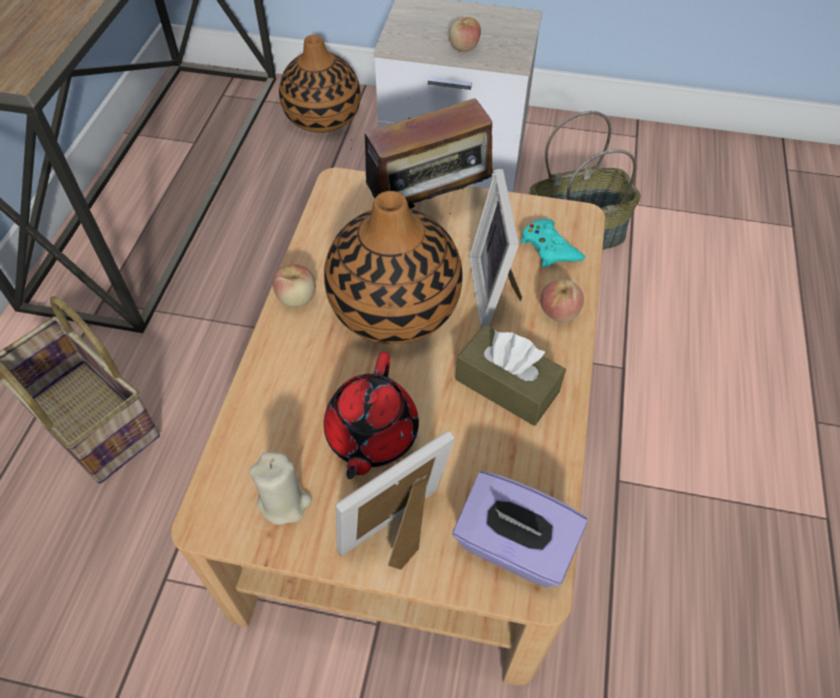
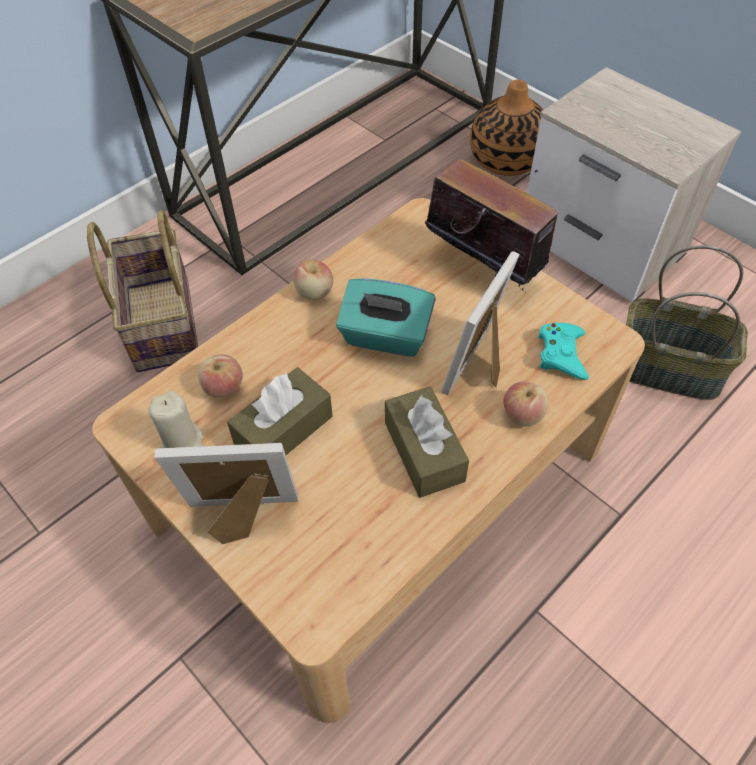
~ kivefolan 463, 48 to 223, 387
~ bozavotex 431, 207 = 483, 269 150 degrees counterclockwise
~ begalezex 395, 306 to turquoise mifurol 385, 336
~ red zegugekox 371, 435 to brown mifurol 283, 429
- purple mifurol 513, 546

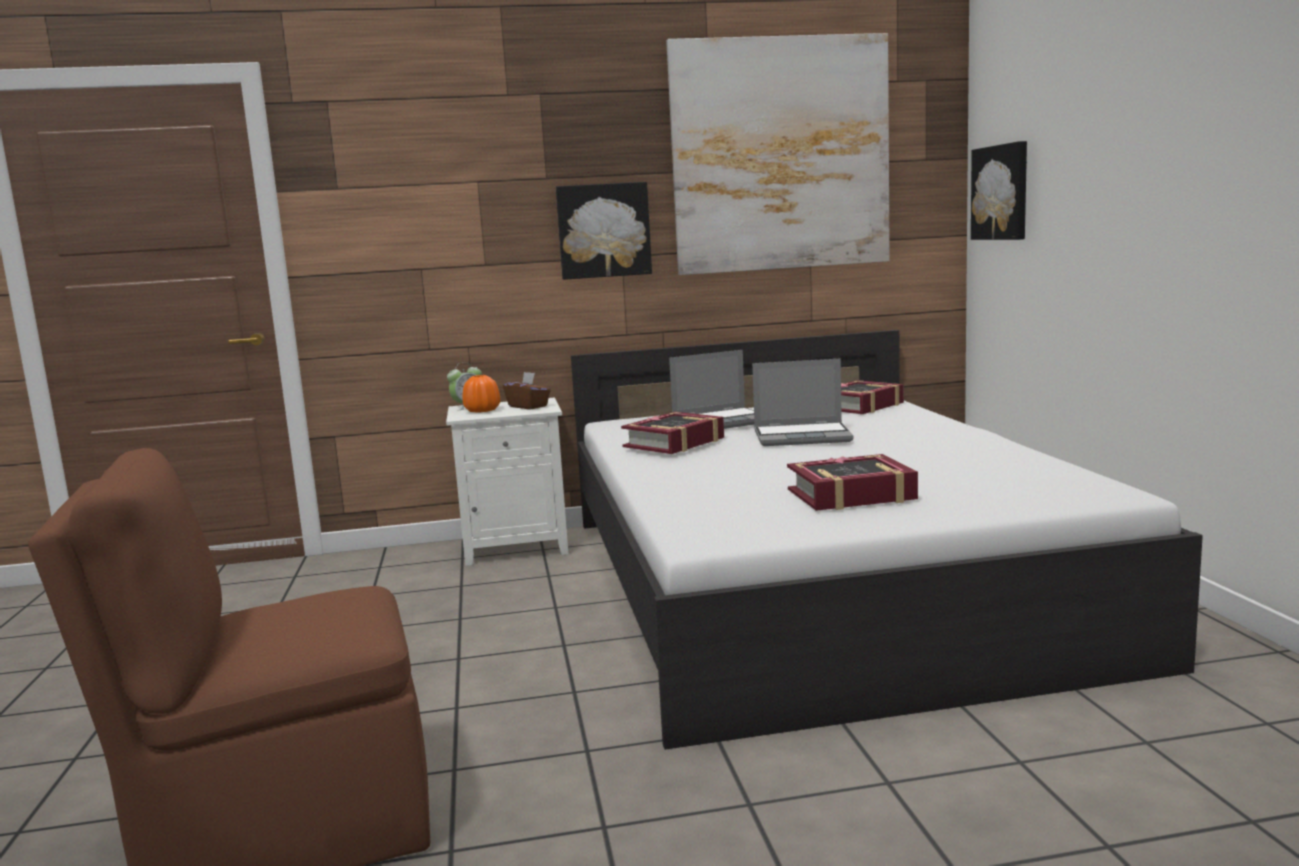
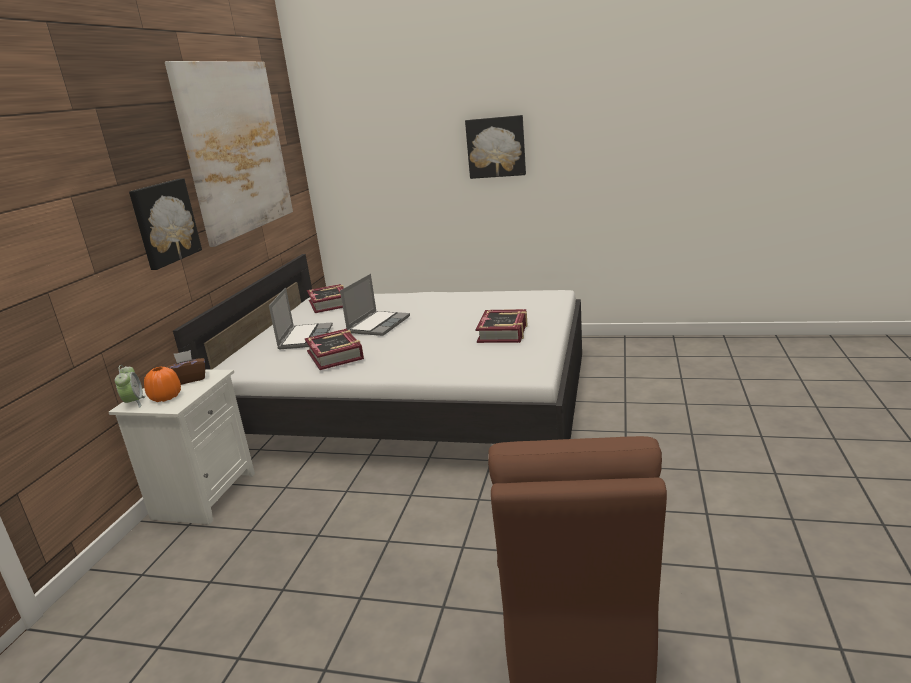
~ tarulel 1002, 192 to 496, 147

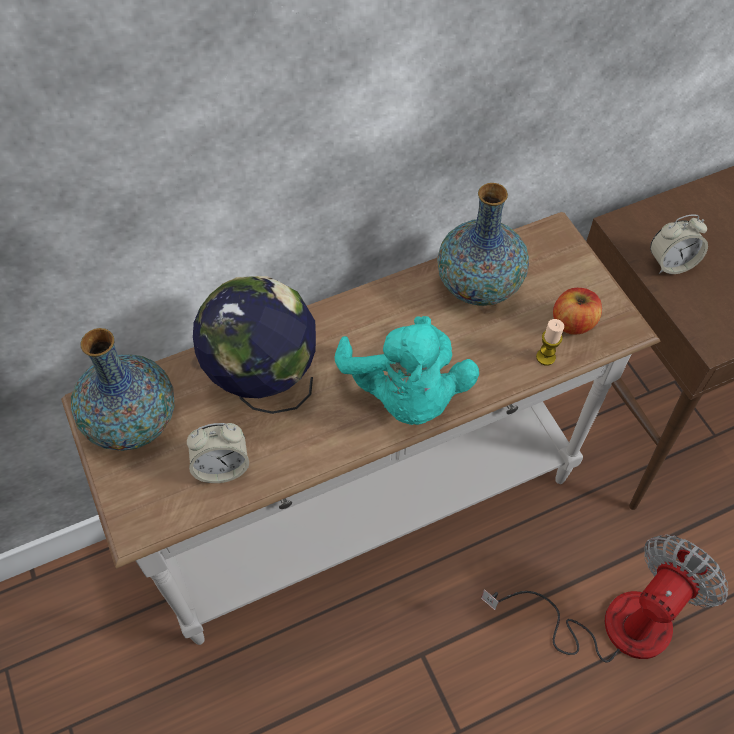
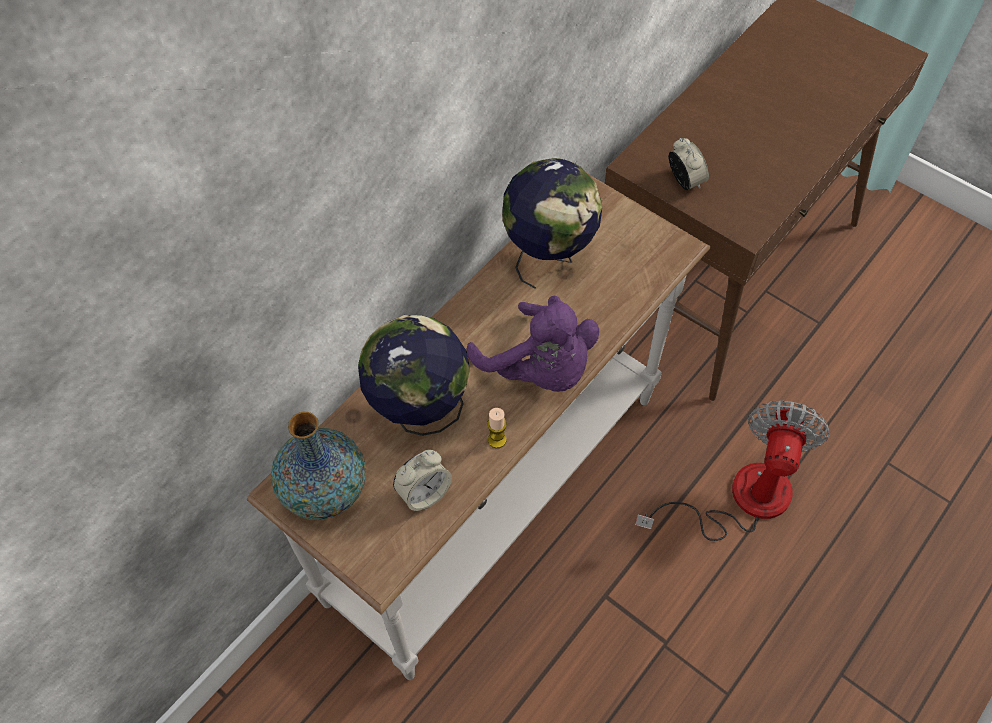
~ begalezex 478, 284 to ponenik 549, 257
~ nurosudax 671, 263 = 685, 181 75 degrees counterclockwise
- kivefolan 572, 322
~ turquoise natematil 405, 393 to purple natematil 539, 369
~ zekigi 545, 357 to 497, 440

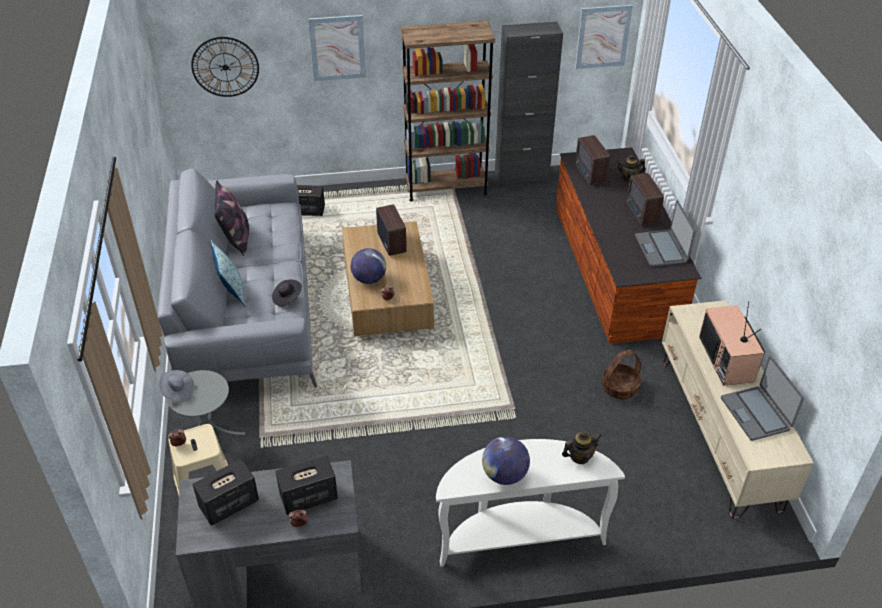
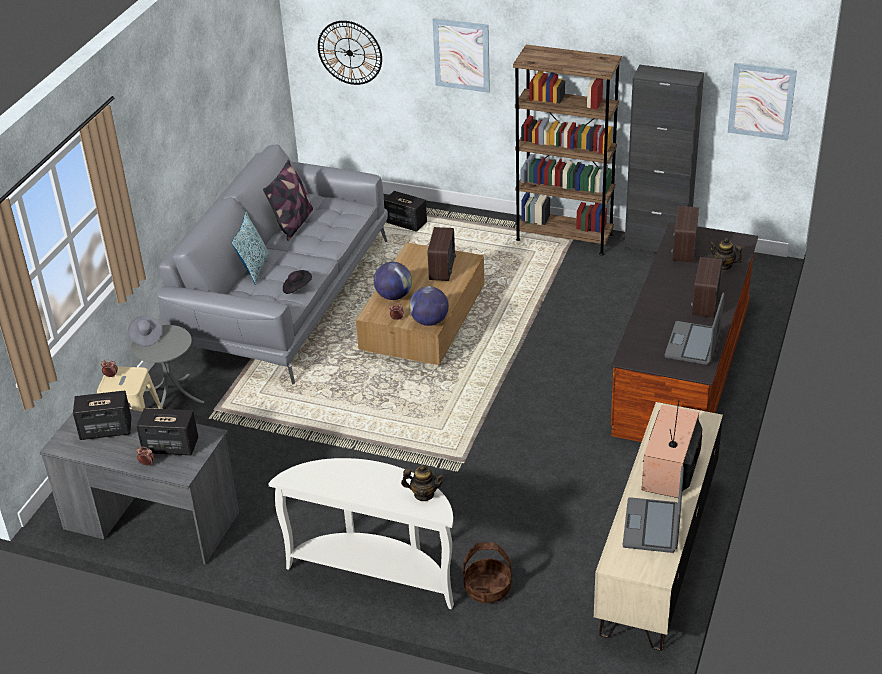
~ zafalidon 619, 388 to 487, 588
~ ponenik 504, 475 to 429, 321

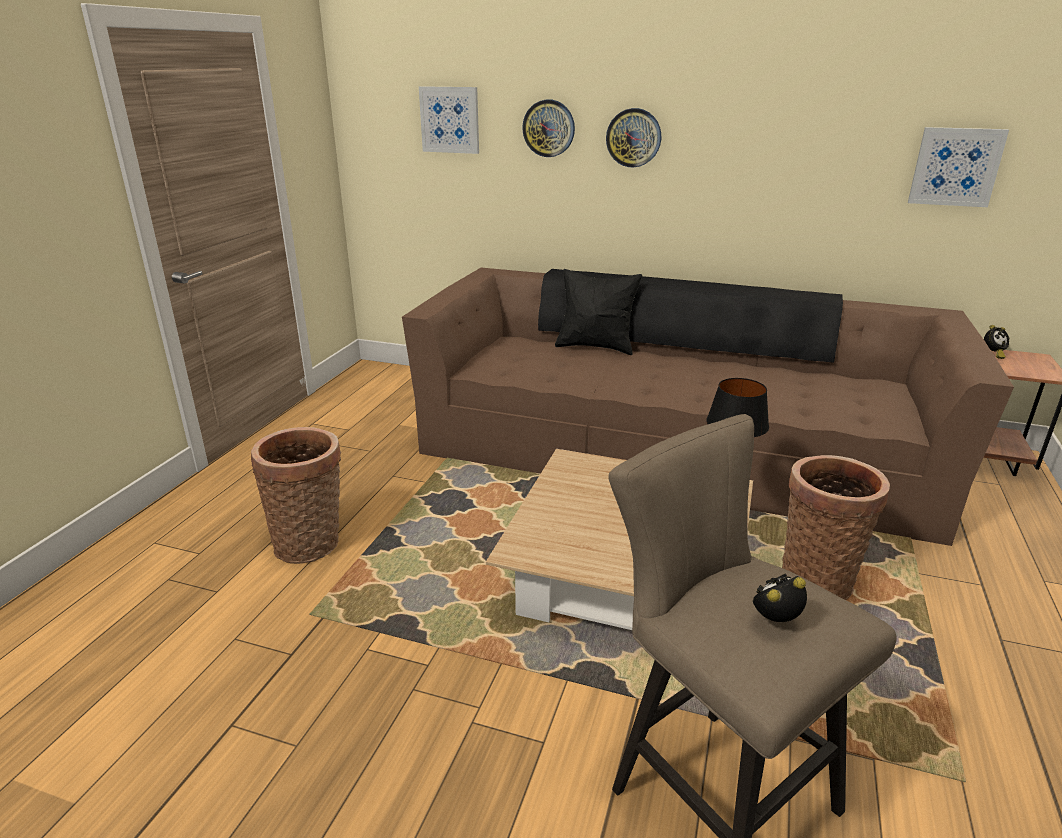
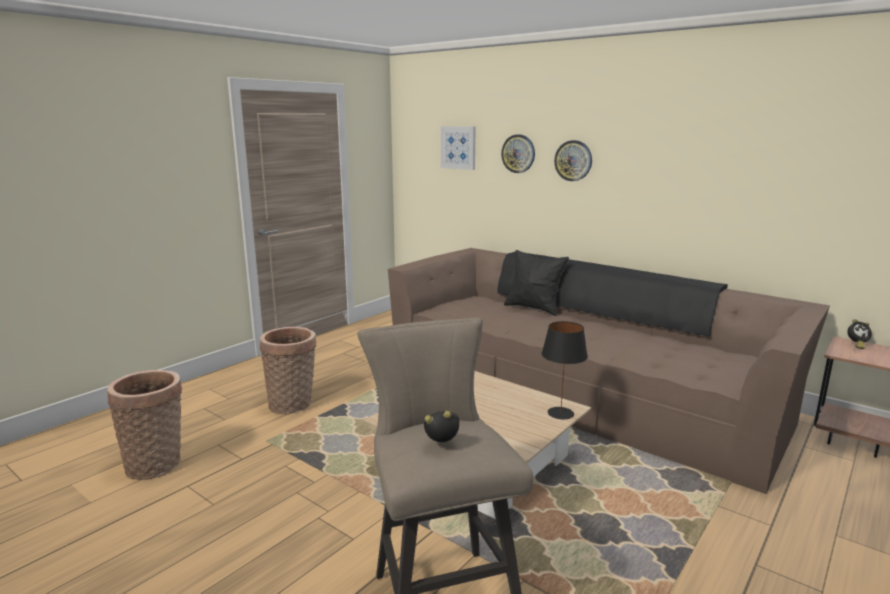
- tarulel 955, 167
~ zafalidon 817, 579 to 157, 464

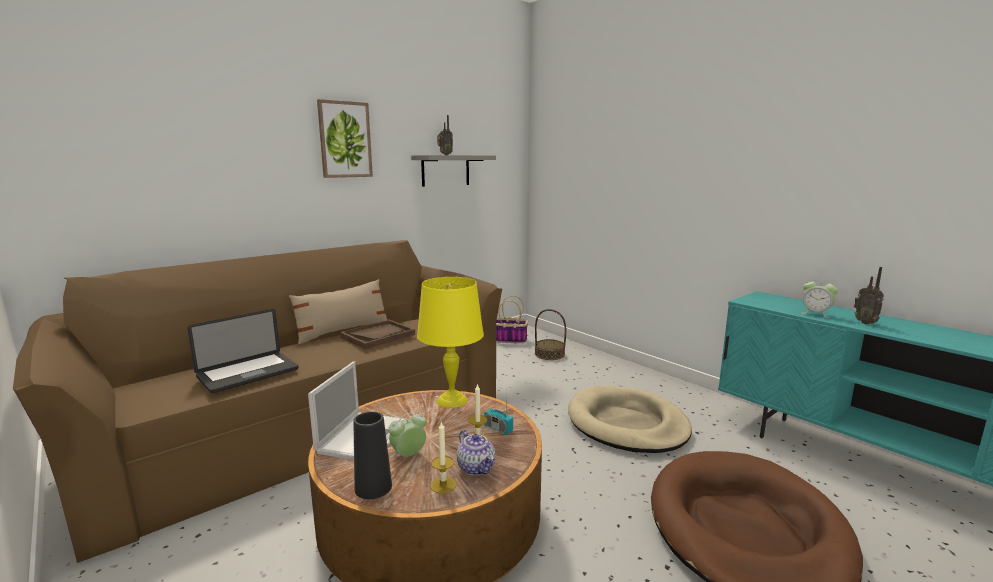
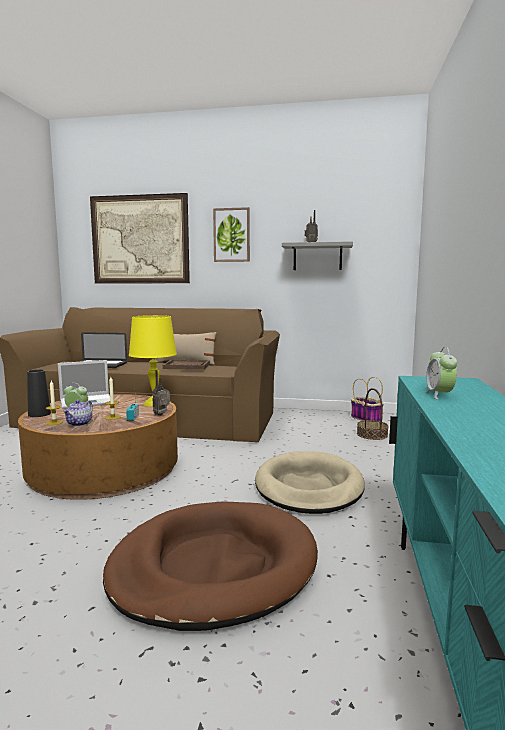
~ bozavotex 865, 322 to 162, 415
+ tarulel 140, 239

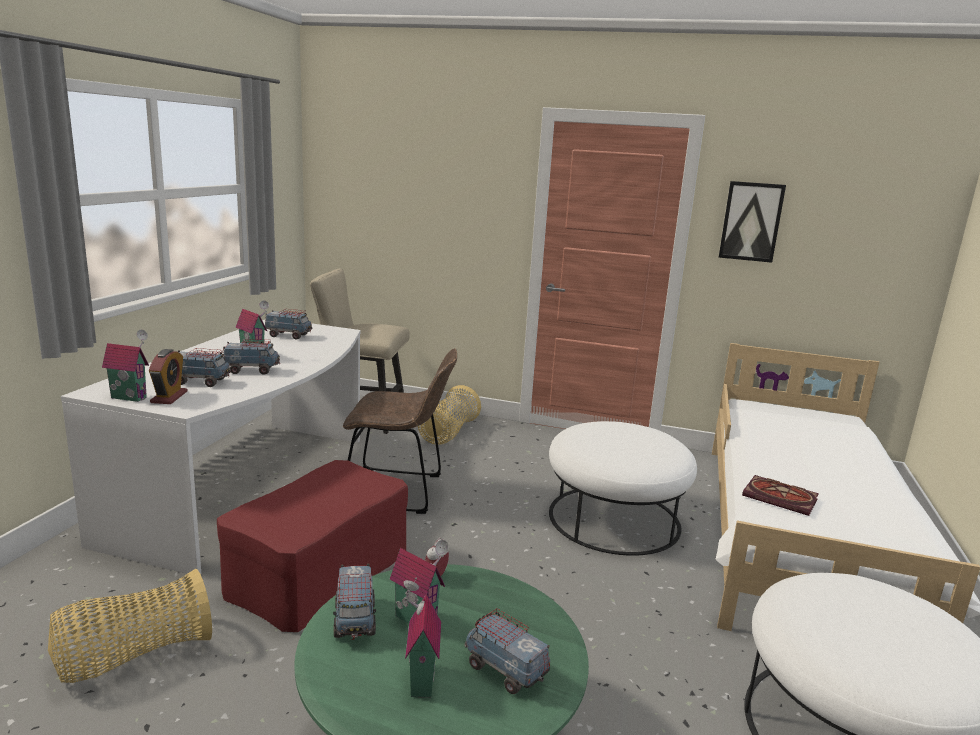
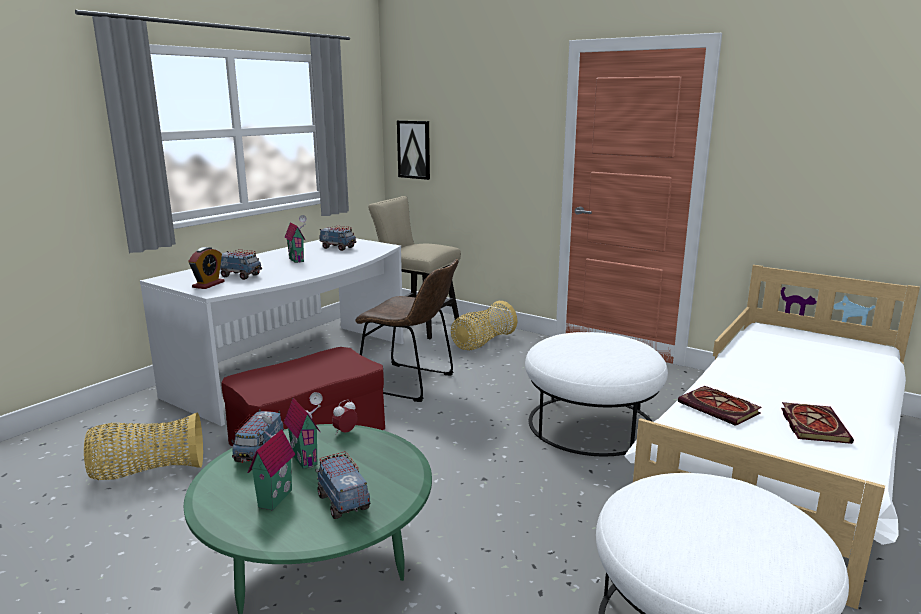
~ tarulel 751, 221 to 414, 149
- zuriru 130, 397
- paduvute 252, 370
+ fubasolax 812, 424

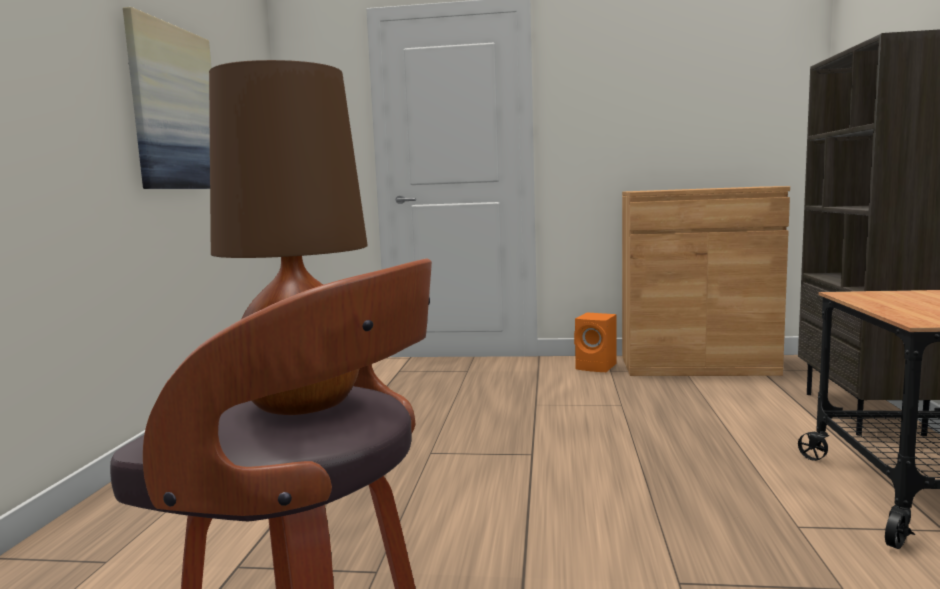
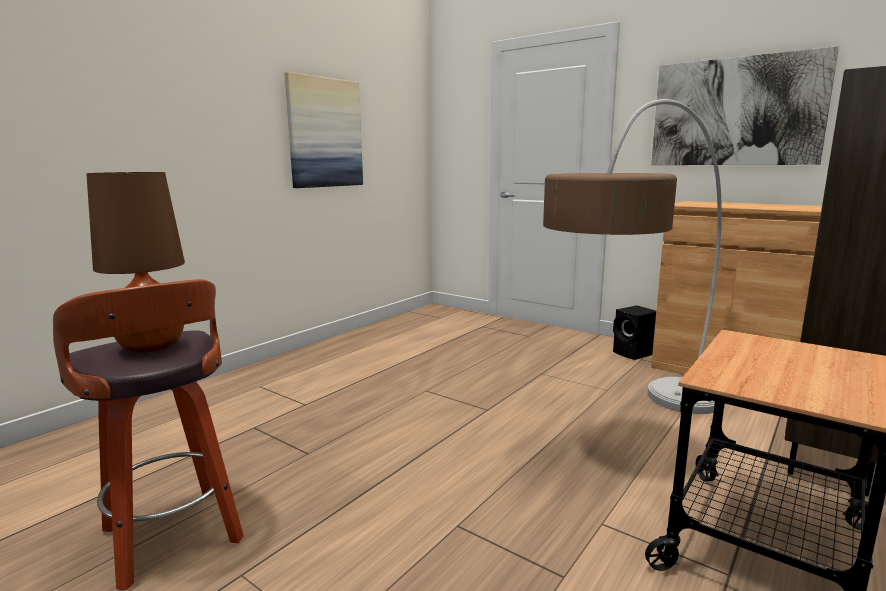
~ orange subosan 597, 367 to black subosan 634, 354
+ tarulel 735, 112
+ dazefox 634, 430

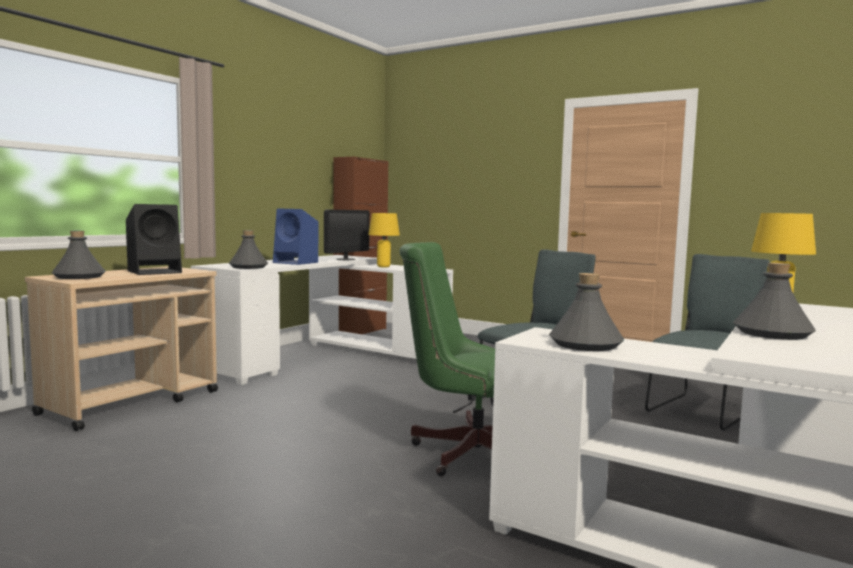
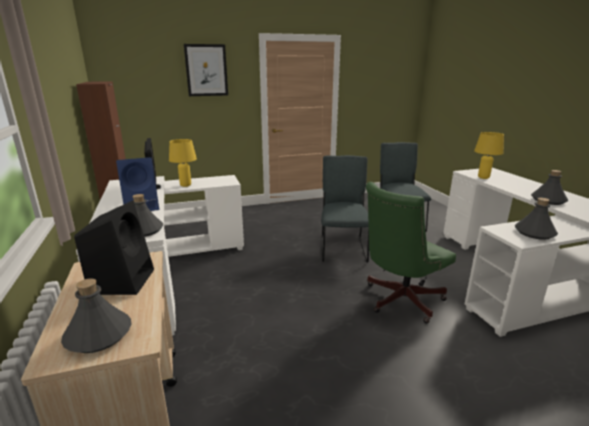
+ tarulel 206, 70

